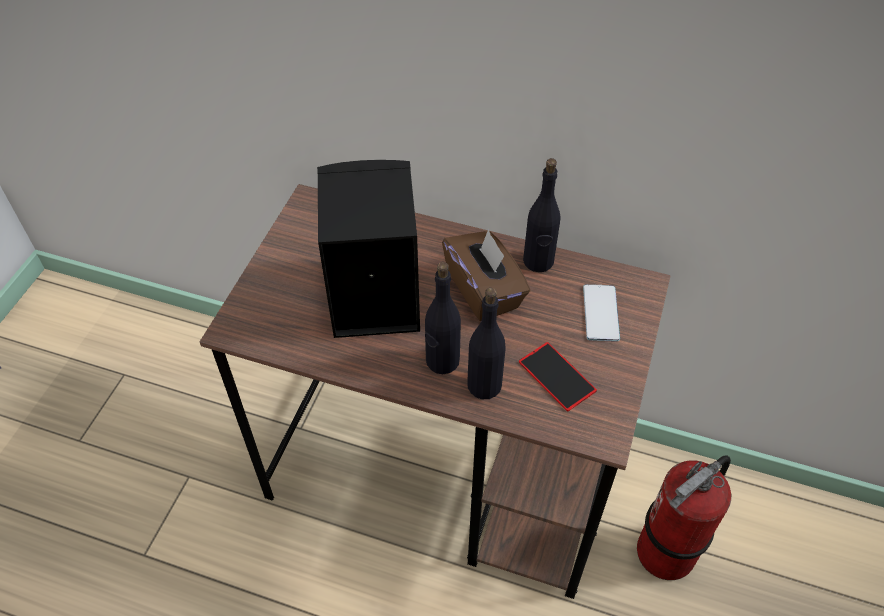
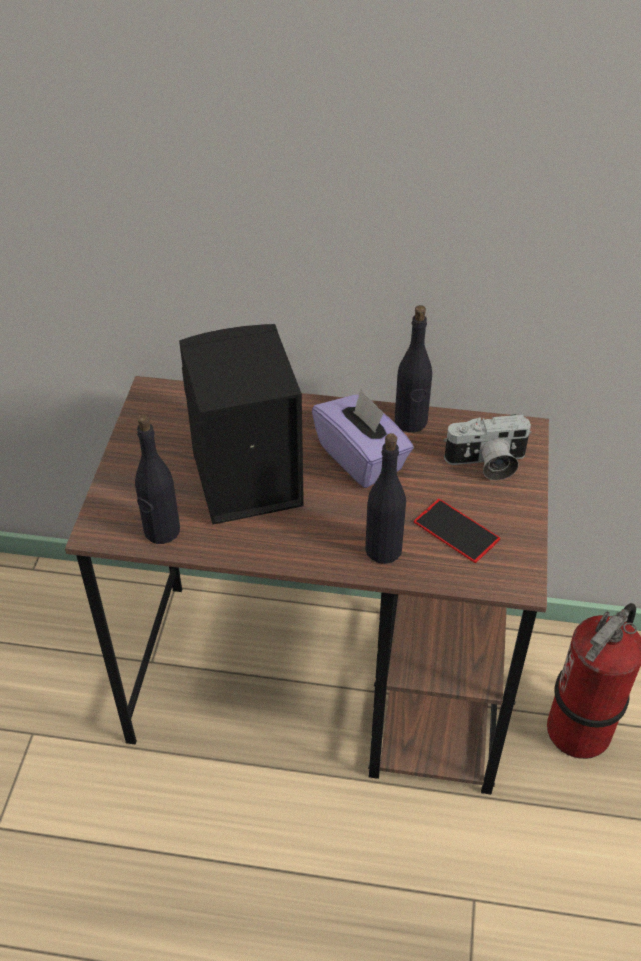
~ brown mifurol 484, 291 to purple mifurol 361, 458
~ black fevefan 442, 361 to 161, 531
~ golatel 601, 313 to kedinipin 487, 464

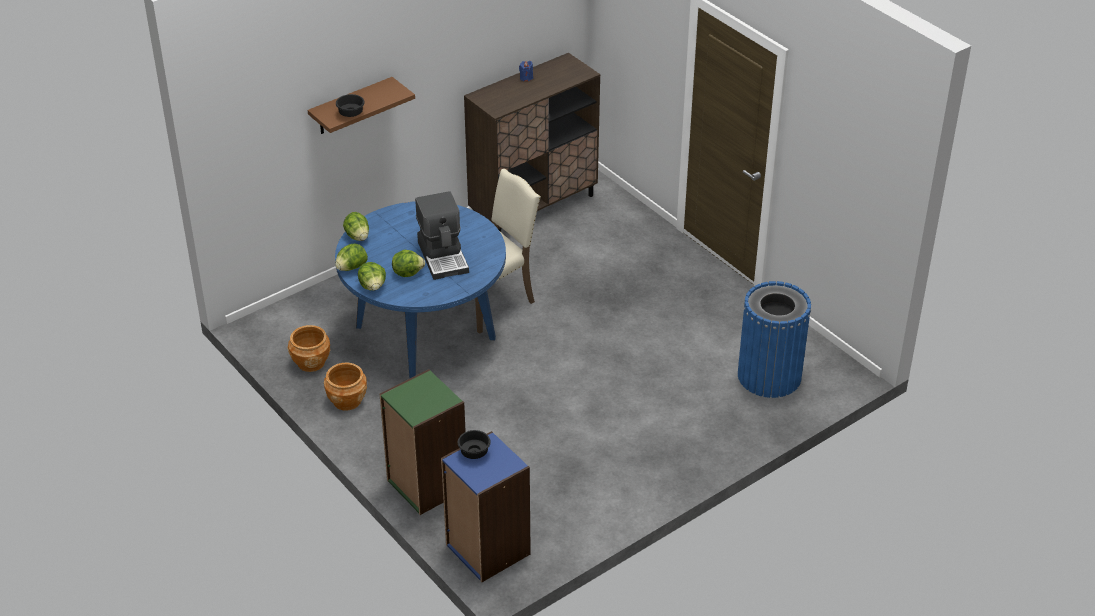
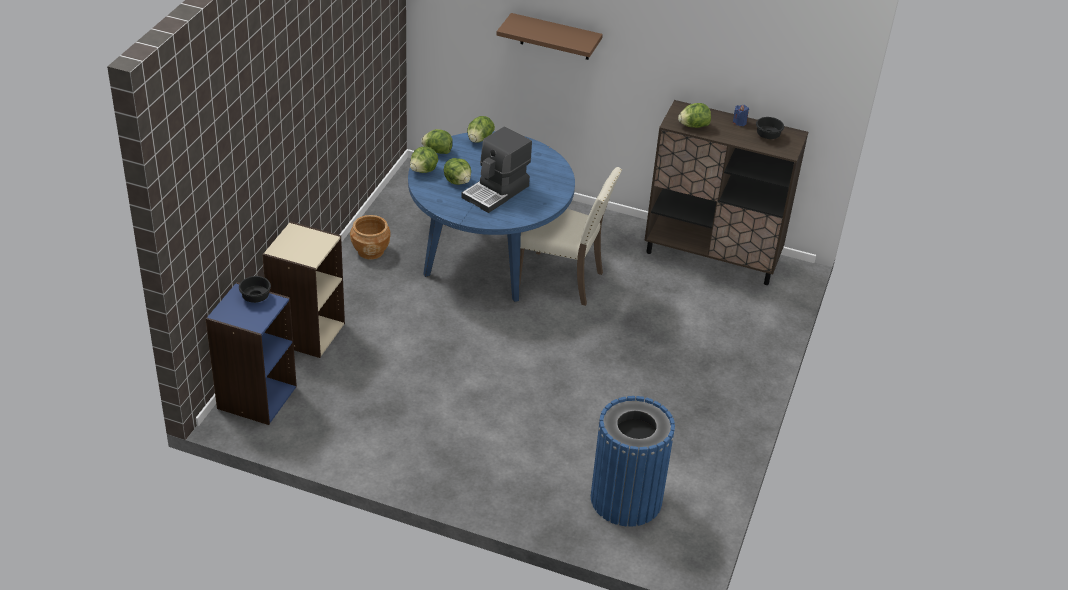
~ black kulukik 350, 114 to 767, 135
- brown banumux 311, 362
~ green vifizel 426, 485 to beige vifizel 307, 332
+ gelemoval 693, 126

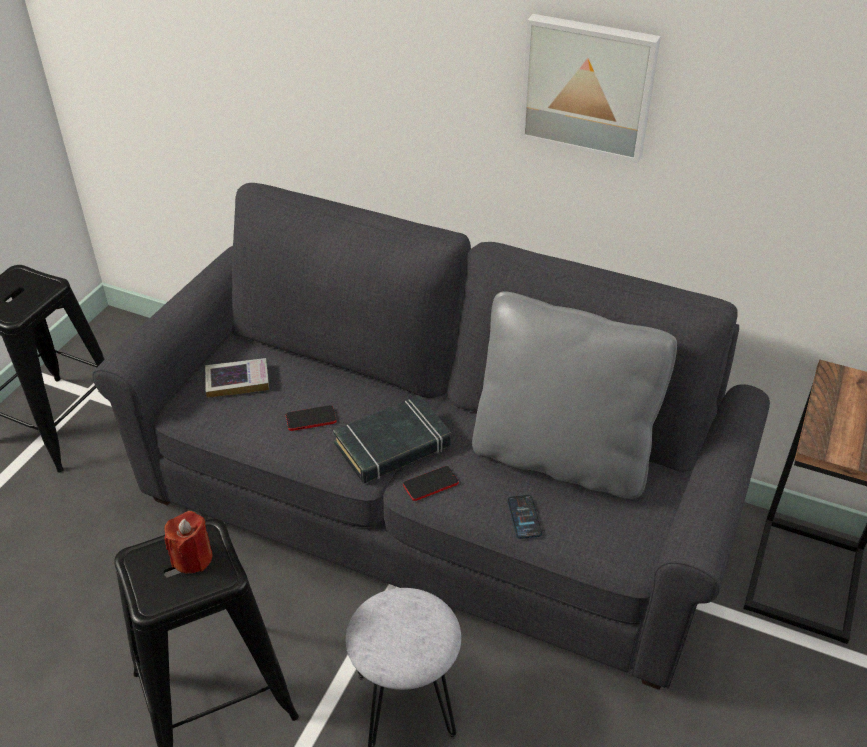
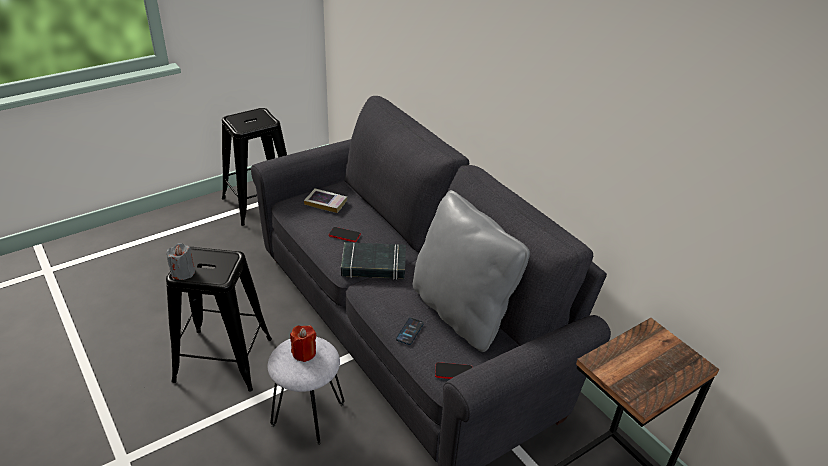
- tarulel 588, 86
~ golatel 430, 484 to 453, 372
~ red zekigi 192, 558 to 304, 353
+ grey zekigi 183, 272

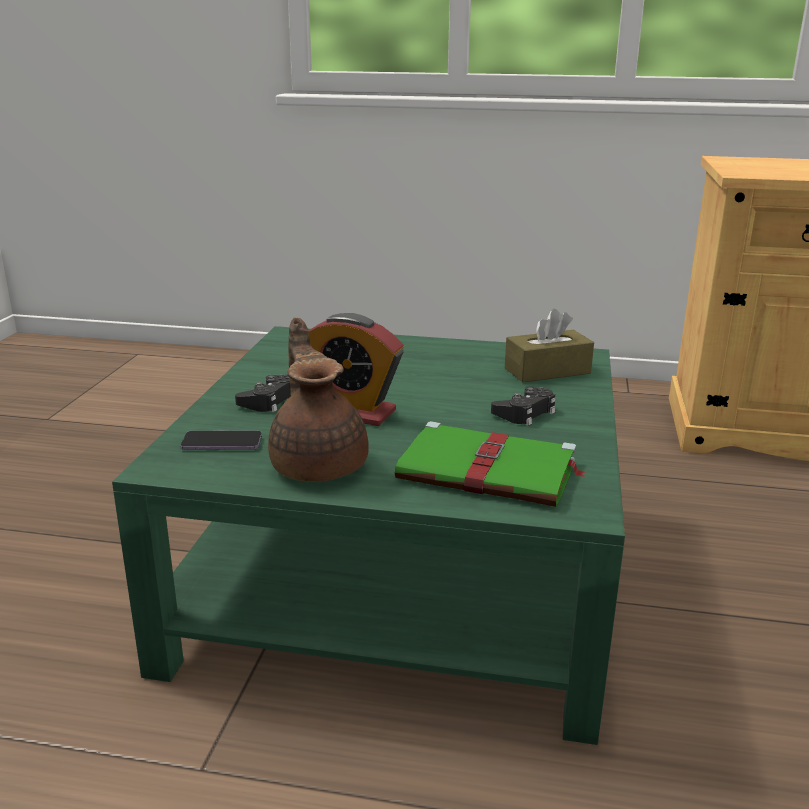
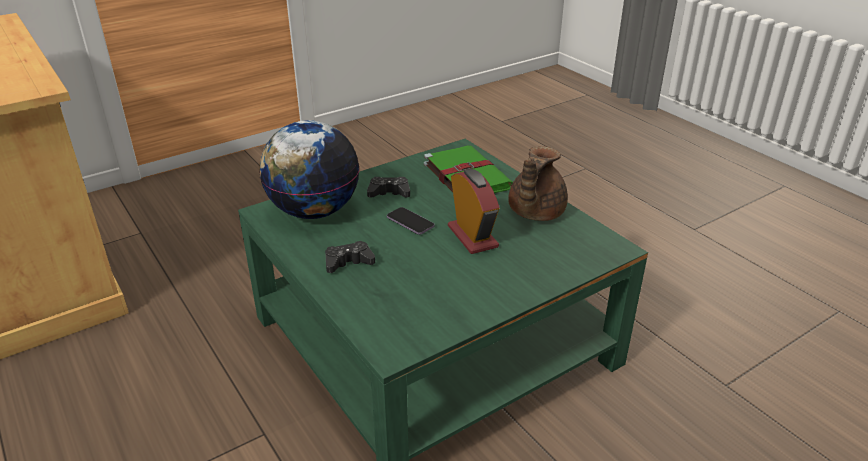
~ brown mifurol 547, 371 to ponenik 313, 211
~ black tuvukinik 269, 400 to 348, 262
~ golatel 222, 443 to 410, 222

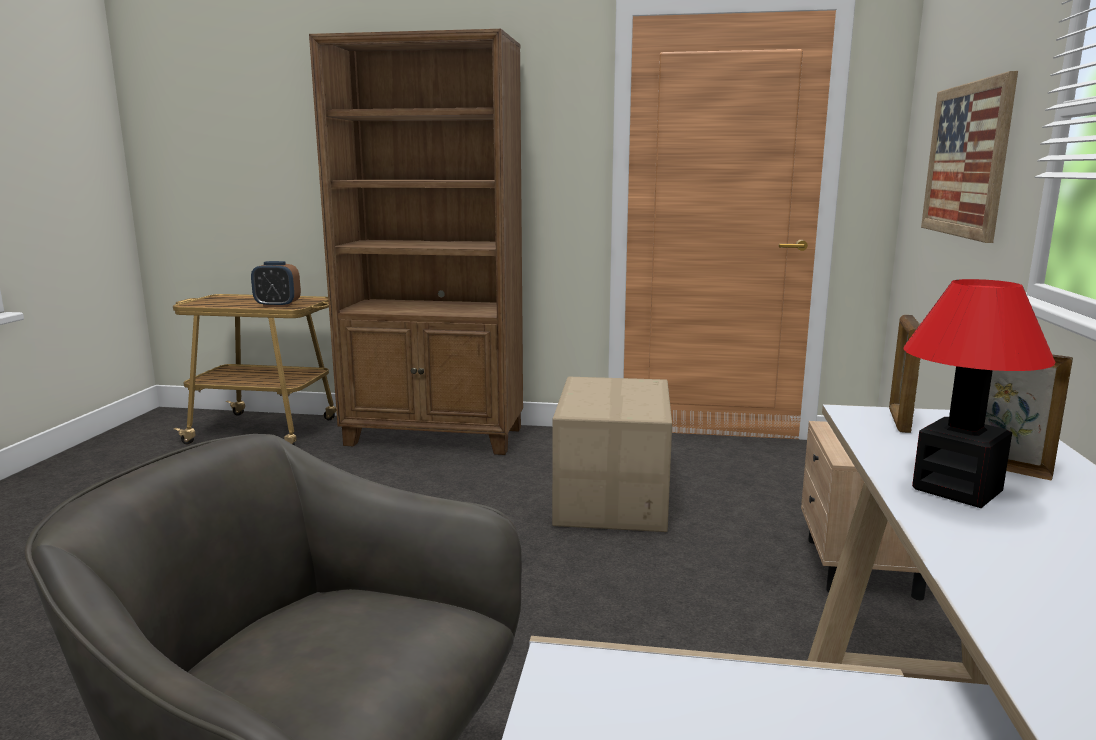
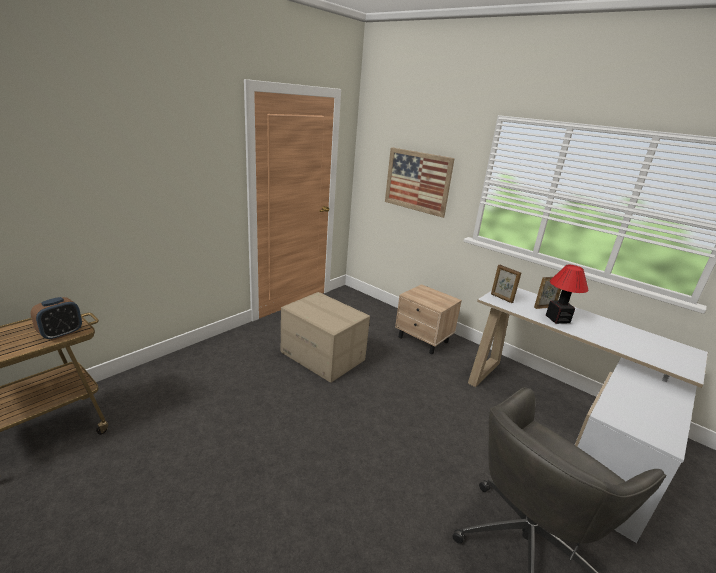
- brown vifizel 435, 437

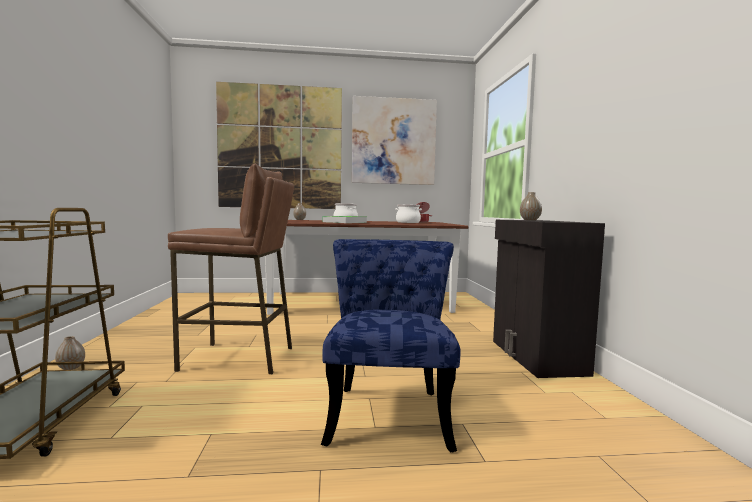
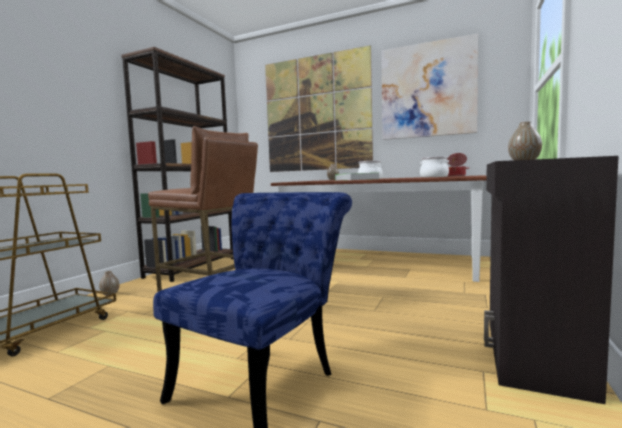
+ brown vifizel 192, 267

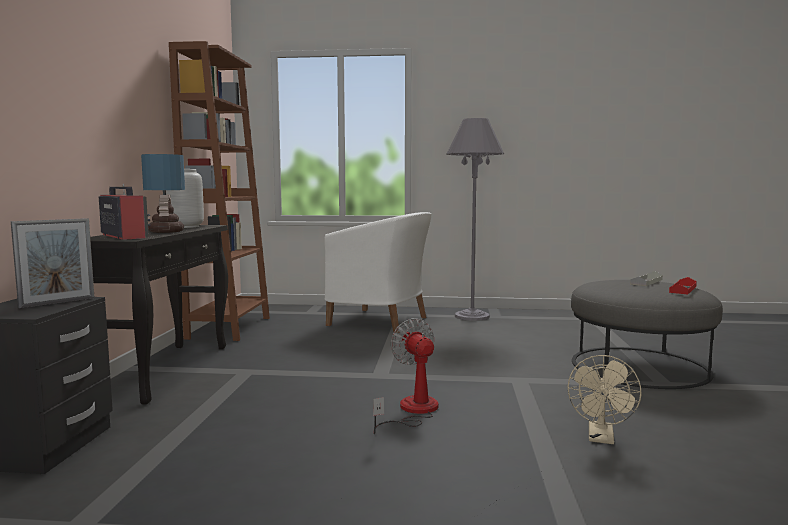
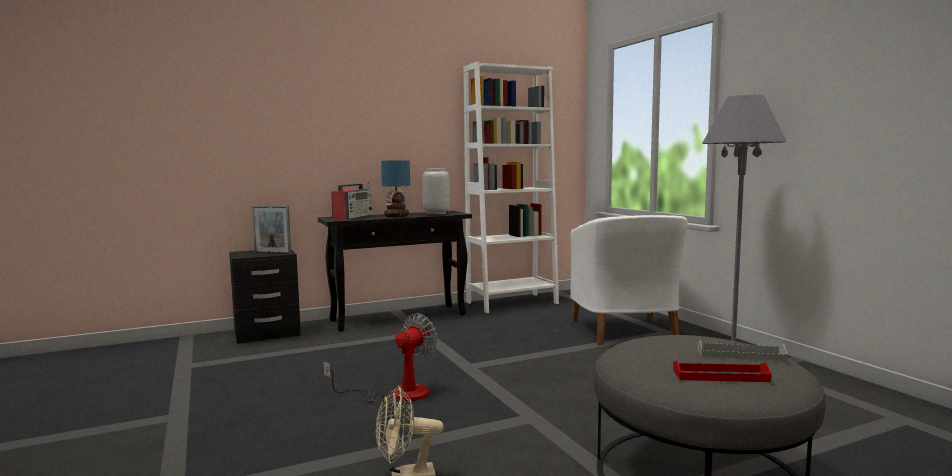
~ brown vifizel 229, 328 to white vifizel 512, 303

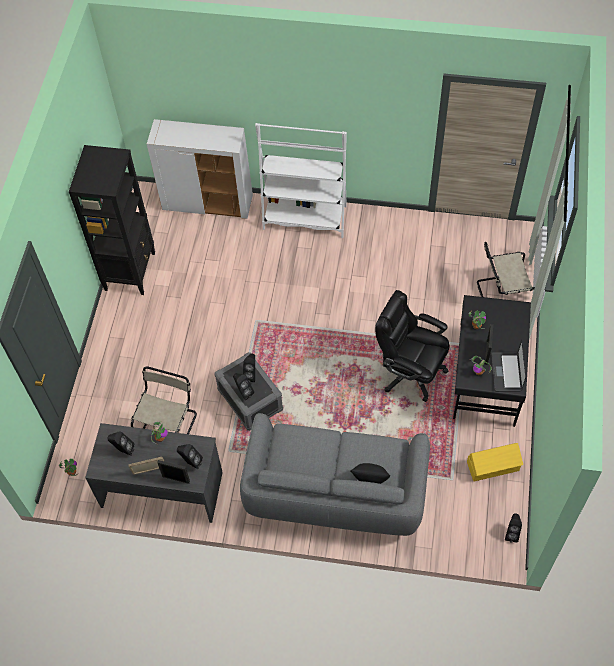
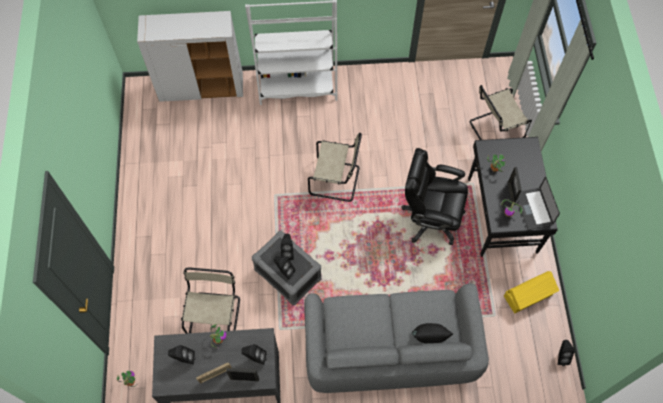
- black vifizel 130, 271
+ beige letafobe 336, 180

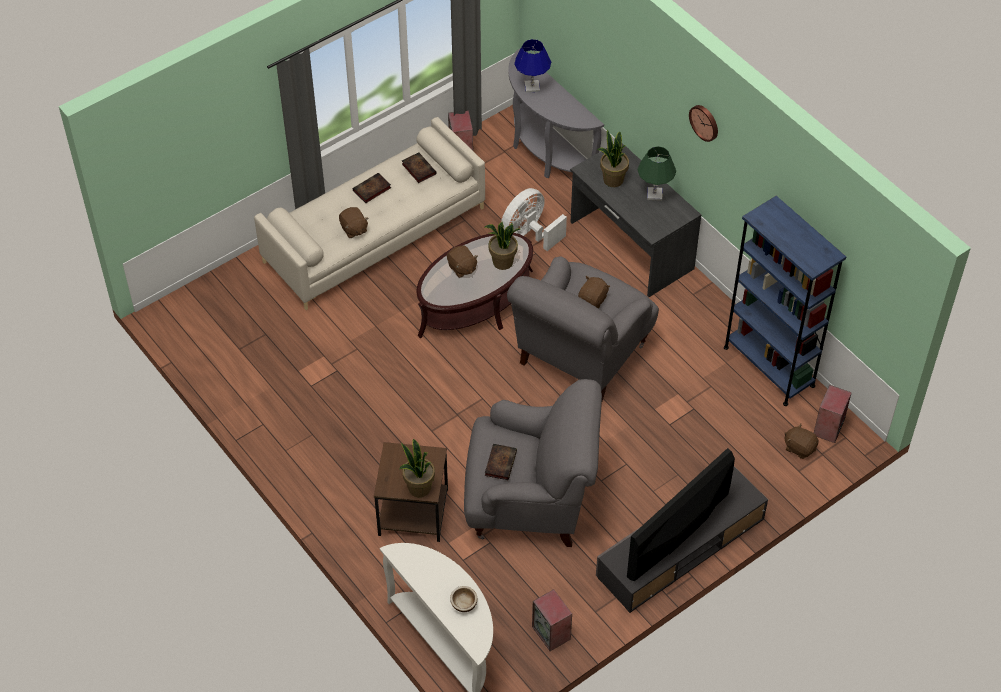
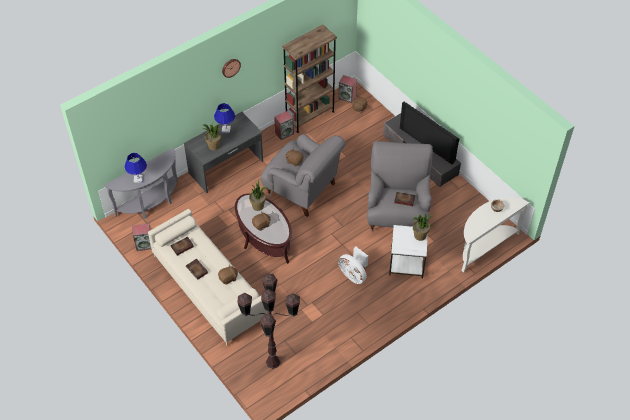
~ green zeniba 654, 194 to blue zeniba 226, 129
~ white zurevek 529, 235 to 353, 275
~ blue vifizel 769, 366 to brown vifizel 310, 116
~ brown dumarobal 412, 511 to white dumarobal 406, 263
~ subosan 552, 633 to 284, 133
+ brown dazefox 272, 362

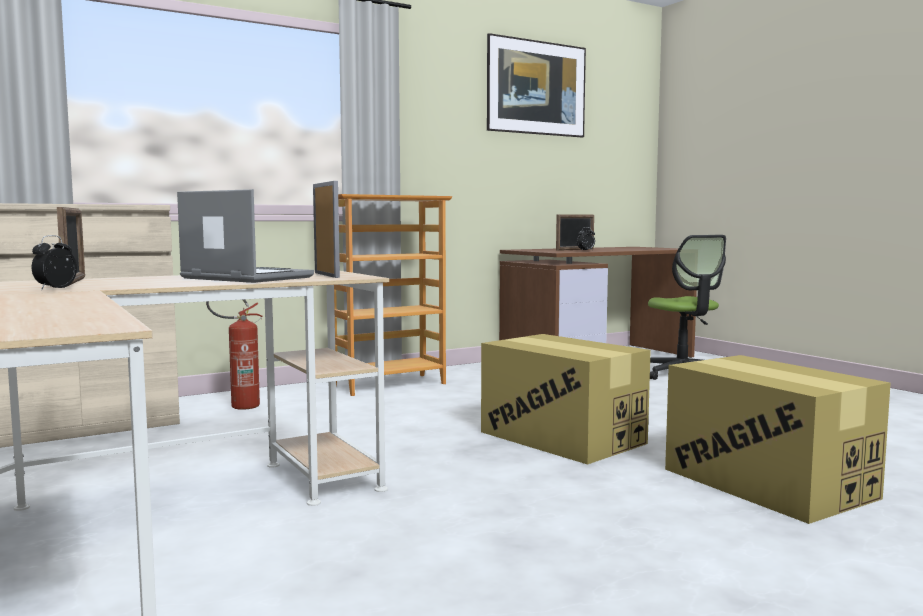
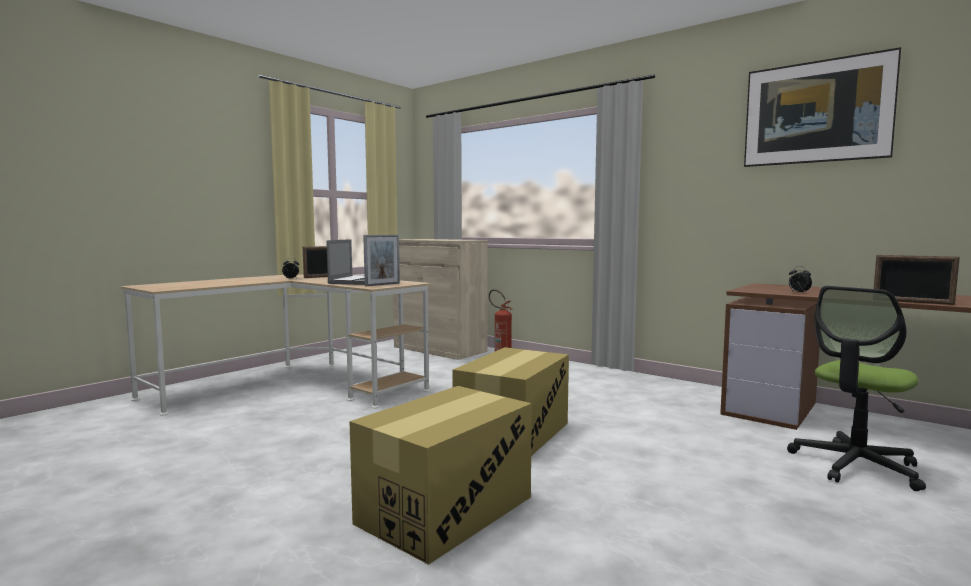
- vifizel 389, 384
~ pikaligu 575, 250 to 912, 302

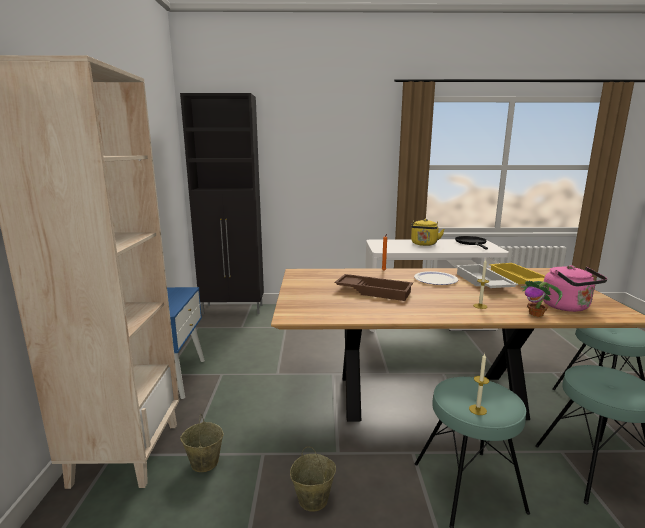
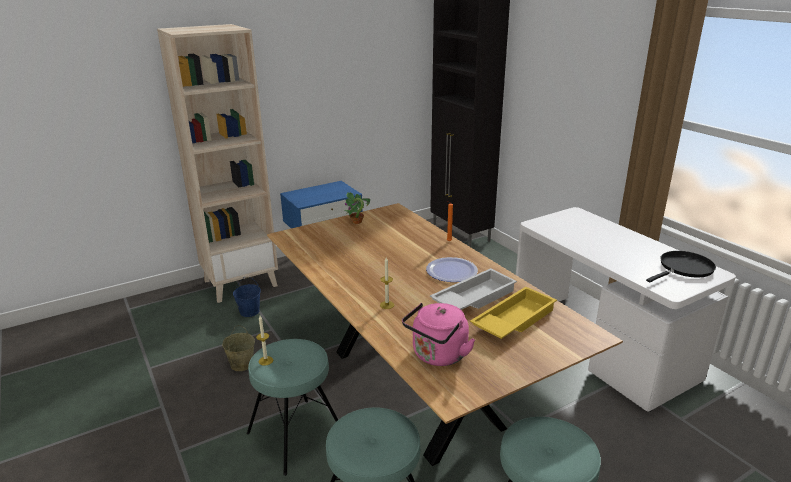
- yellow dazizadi 424, 244
- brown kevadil 374, 291
~ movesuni 536, 314 to 356, 222
~ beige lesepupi 204, 462 to blue lesepupi 249, 311

